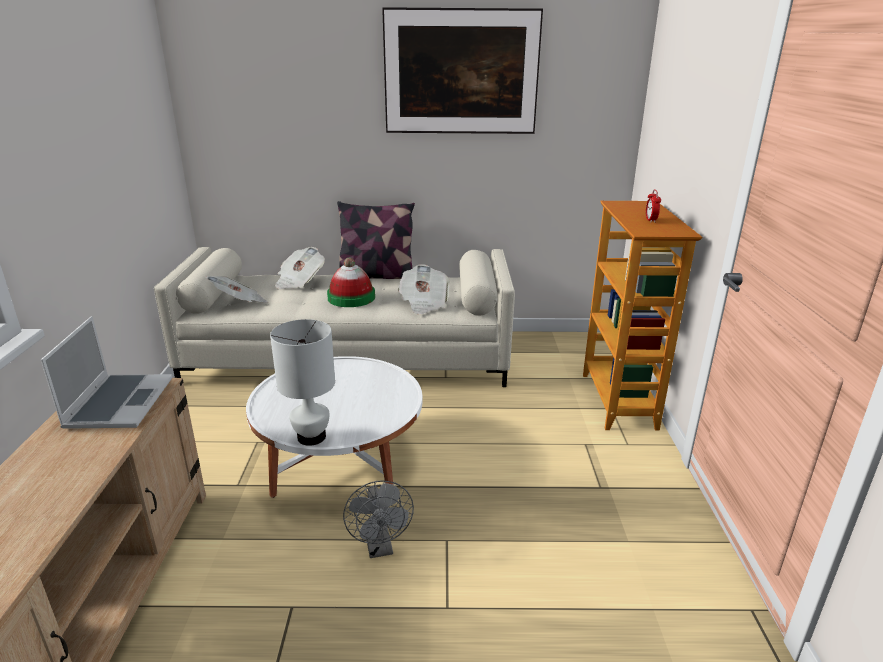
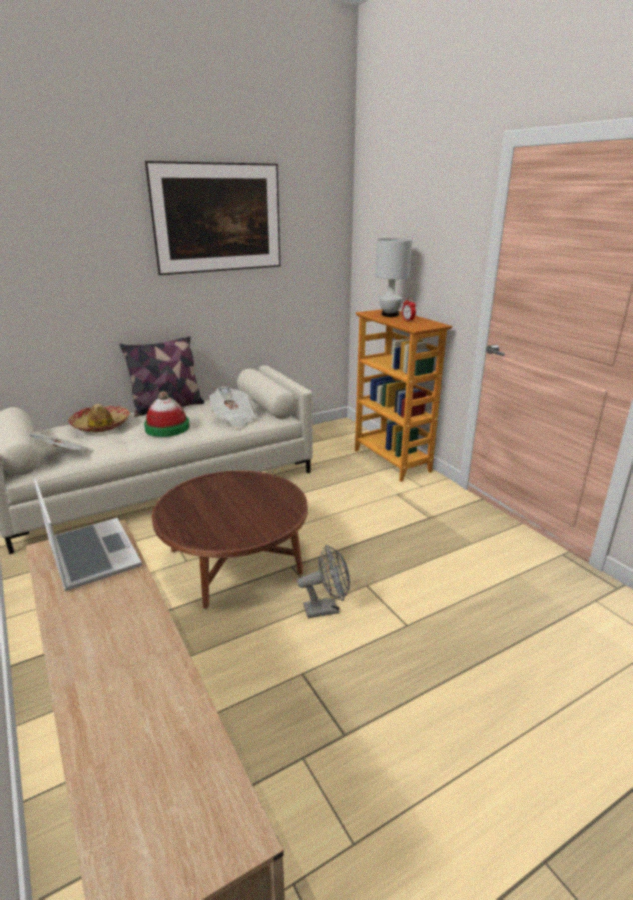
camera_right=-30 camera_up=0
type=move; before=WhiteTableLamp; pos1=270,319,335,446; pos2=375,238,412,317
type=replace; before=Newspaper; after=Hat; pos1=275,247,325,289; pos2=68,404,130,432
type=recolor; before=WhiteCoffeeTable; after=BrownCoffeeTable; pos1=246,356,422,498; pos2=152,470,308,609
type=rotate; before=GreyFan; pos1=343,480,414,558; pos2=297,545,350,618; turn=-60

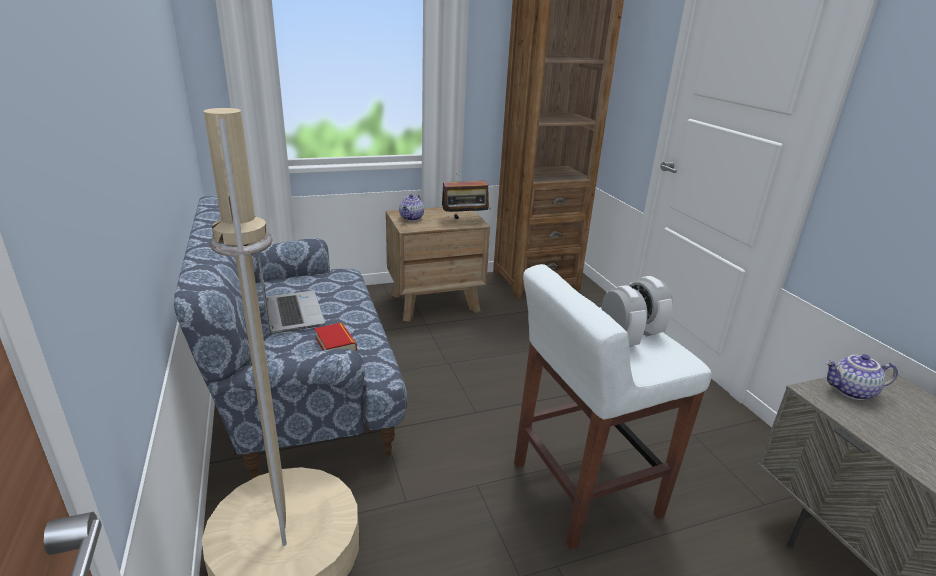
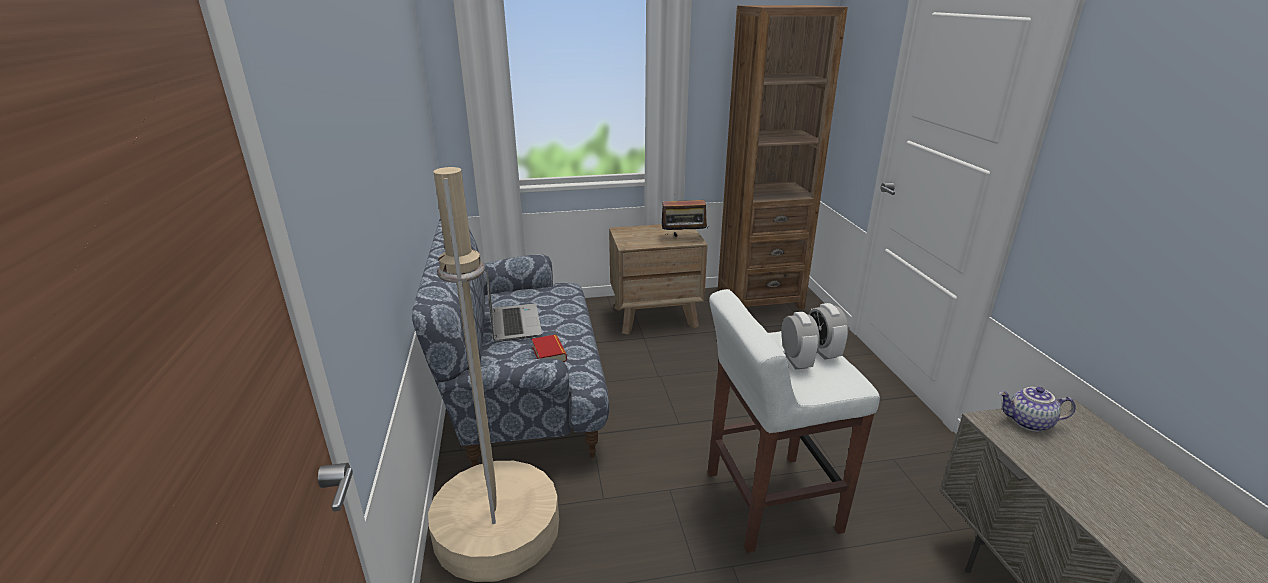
camera_right=10 camera_up=0
type=delete; before=Teapot; pos1=399,194,424,221

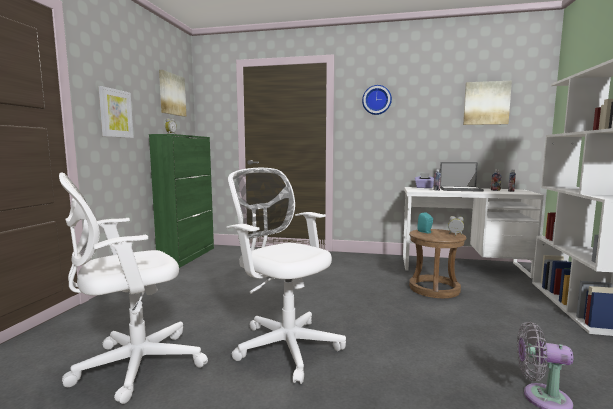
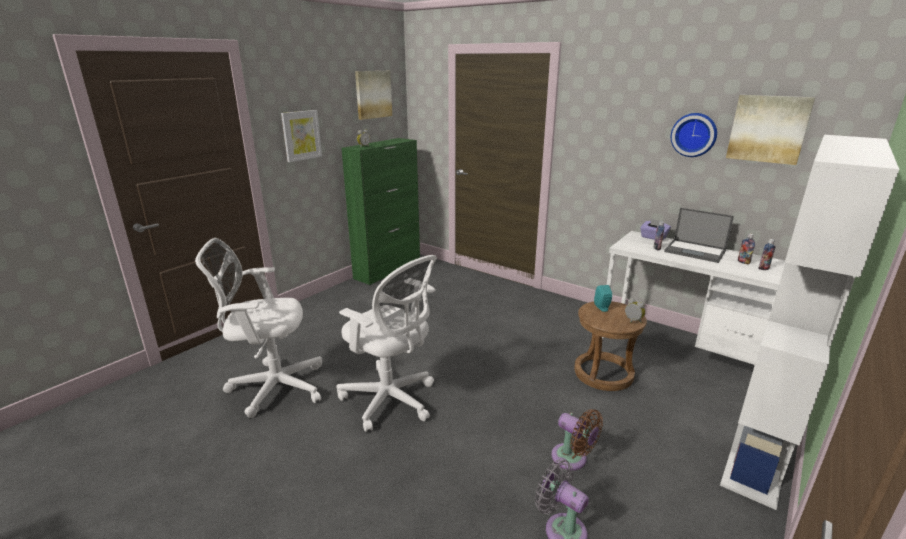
camera_right=25 camera_up=15
type=insert; after=BrownFan; pos2=551,409,603,470
type=move; before=WallClock; pos1=362,85,392,115; pos2=671,113,717,157
type=rotate; before=WhiteOfficeChair; pos1=226,168,346,384; pos2=337,255,437,432; turn=150

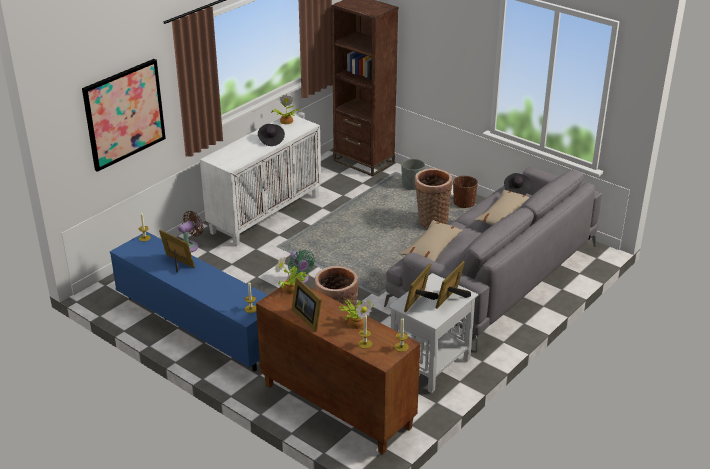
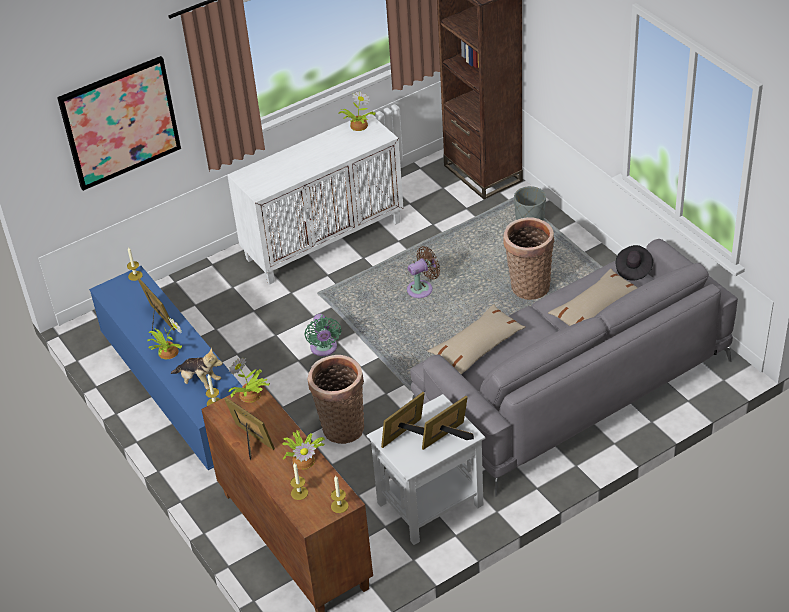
camera_right=20 camera_up=10
type=delete; before=BlackHat; pos1=258,124,285,146
type=delete; before=BrownPlanter; pos1=453,176,478,208
type=insert; after=PottedPlant; pos2=148,318,182,359
type=insert; after=PlushToy; pos2=171,347,223,390
type=move; before=BrownFan; pos1=178,211,204,252; pos2=407,246,440,298
type=rotate; before=PictureFrame; pos1=292,277,322,332; pos2=224,397,275,460; turn=150

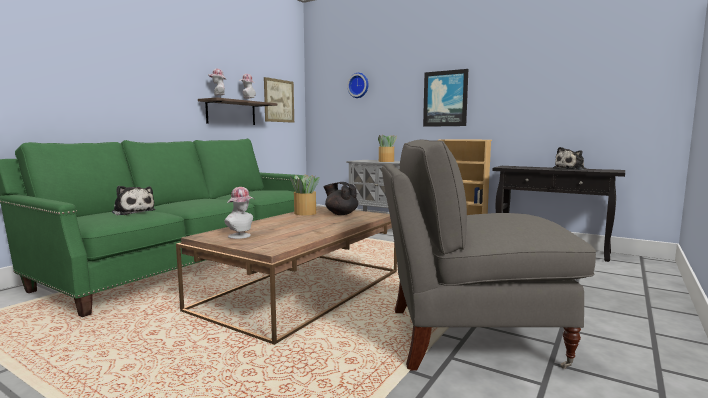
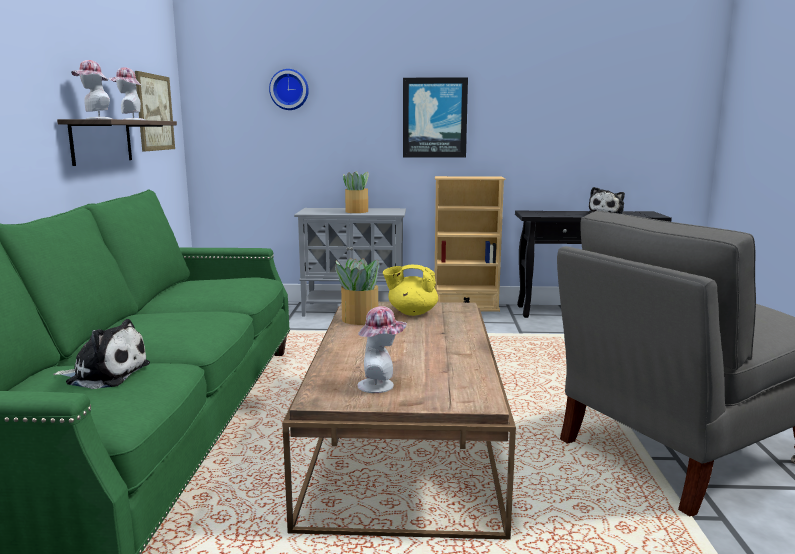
camera_right=-30 camera_up=5
type=recolor; before=BlackTeapot; after=YellowTeapot; pos1=324,182,358,215; pos2=383,265,438,316

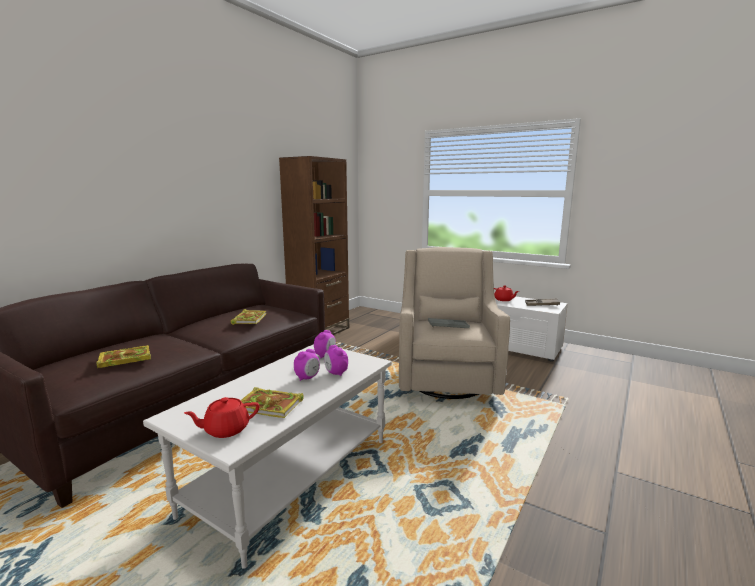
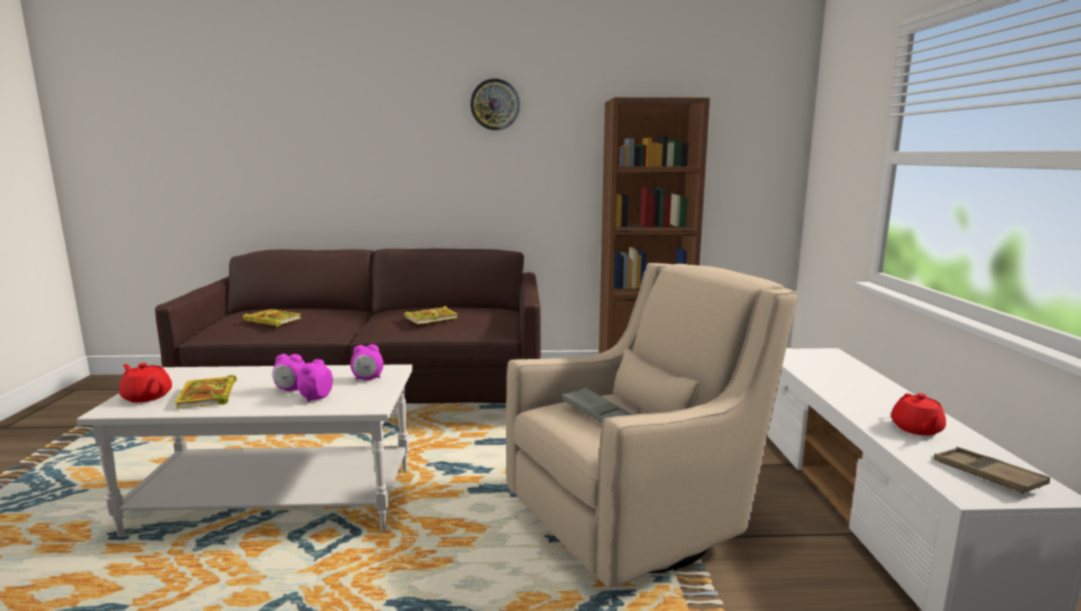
camera_right=55 camera_up=0
type=insert; after=WallClock; pos2=470,79,520,130

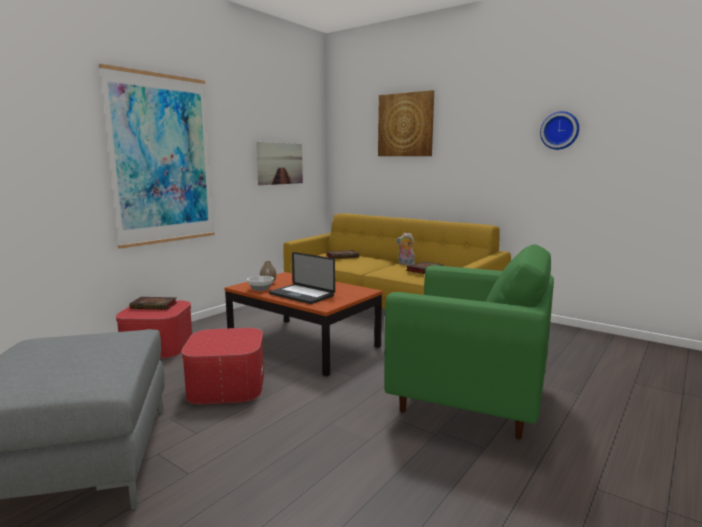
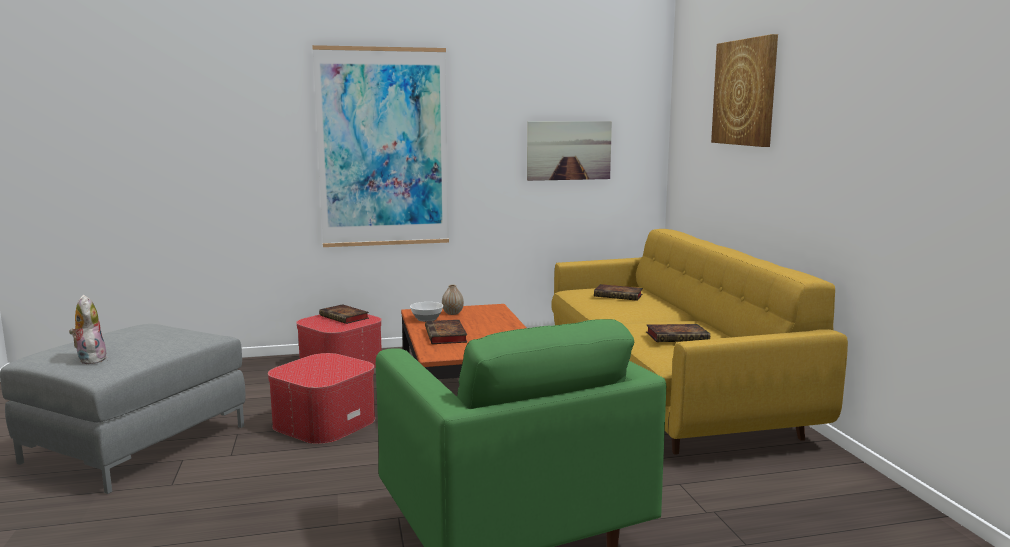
camera_right=40 camera_up=0
type=delete; before=WallClock; pos1=540,111,579,150
type=move; before=PlushToy; pos1=396,233,415,265; pos2=69,295,108,364
type=replace; before=Laptop; after=Book; pos1=269,252,335,304; pos2=425,320,467,344

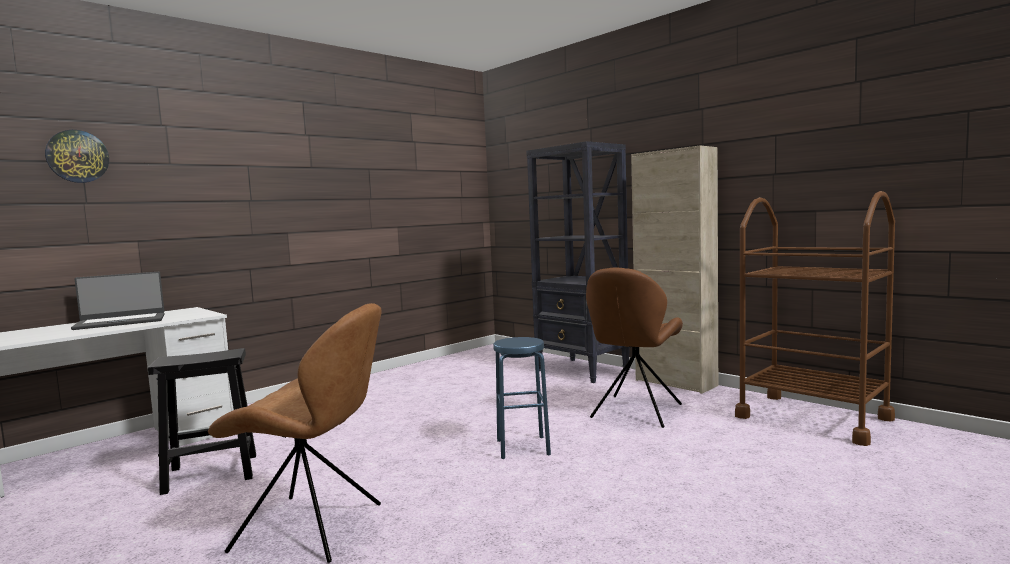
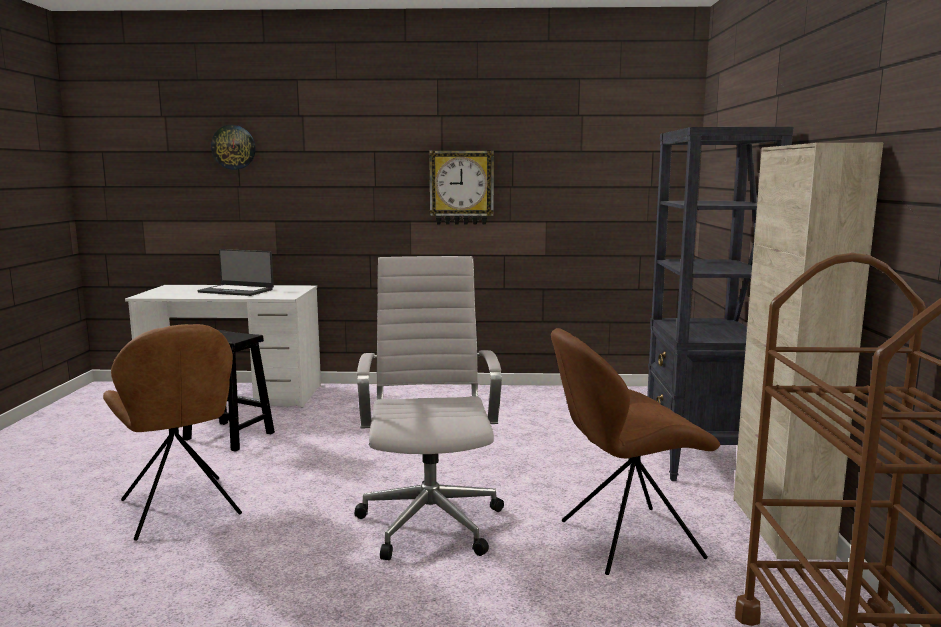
camera_right=45 camera_up=5
type=insert; after=WallClock; pos2=429,151,494,225
type=replace; before=BlueStool; after=WhiteOfficeChair; pos1=493,337,551,459; pos2=355,256,504,560

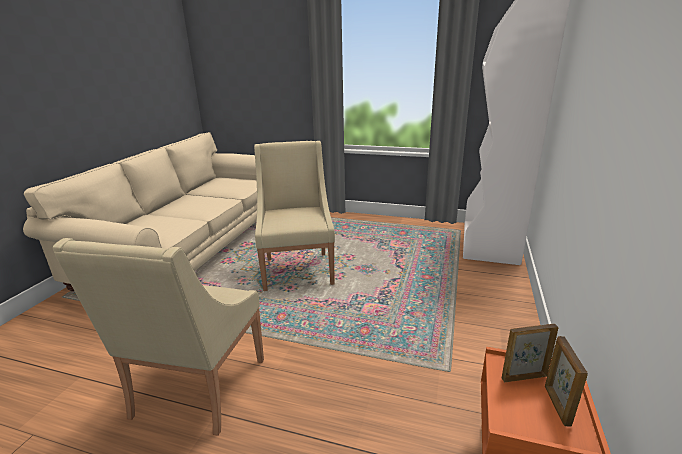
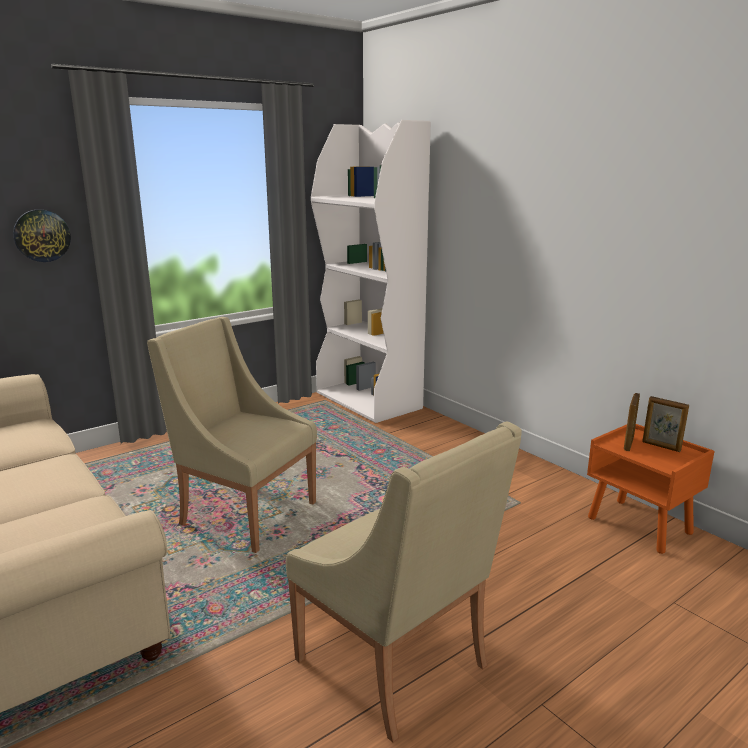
camera_right=-55 camera_up=-5
type=insert; after=WallClock; pos2=13,209,71,262

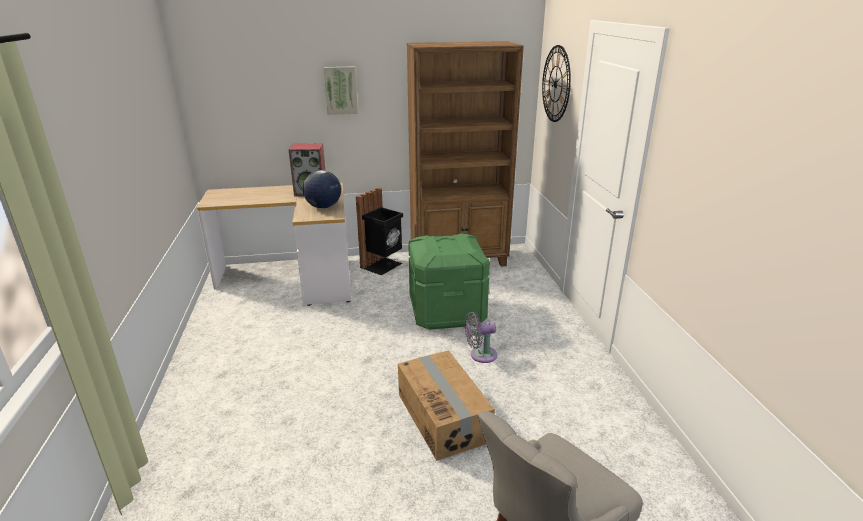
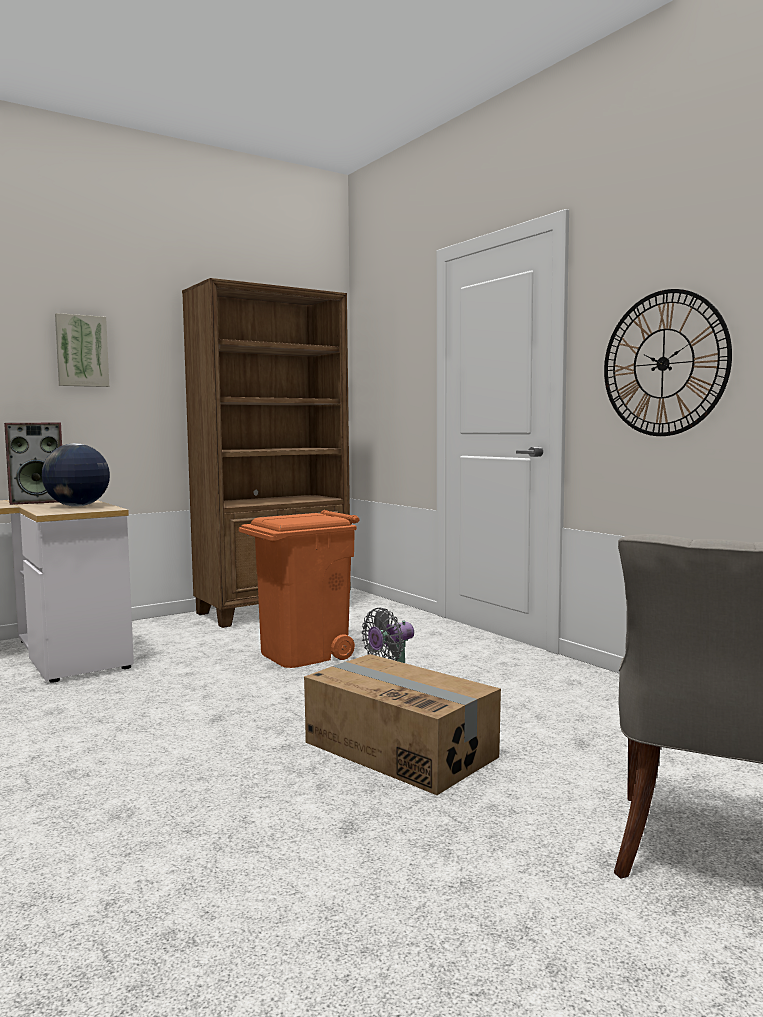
camera_right=-25 camera_up=-20
type=delete; before=BlackTrashCan; pos1=356,188,403,275
type=move; before=WallClock; pos1=542,45,571,122; pos2=604,289,732,436
type=replace; before=GreenStorageBox; after=OrangeTrashCan; pos1=408,233,490,330; pos2=239,510,359,668

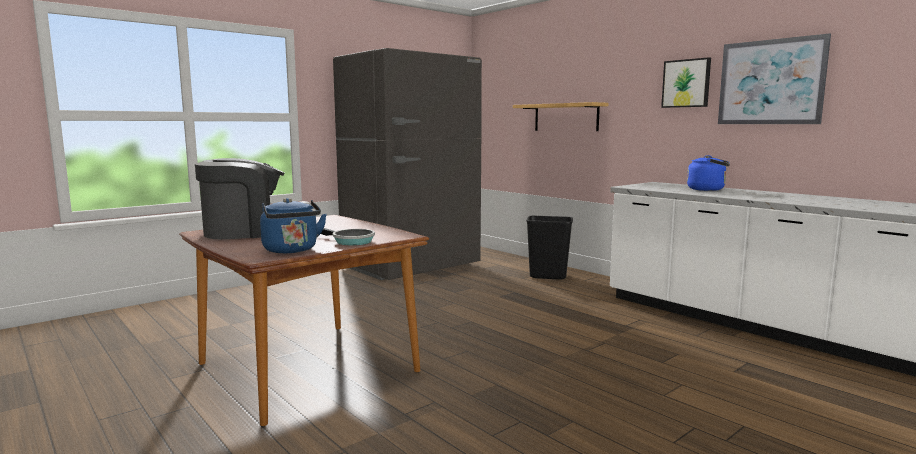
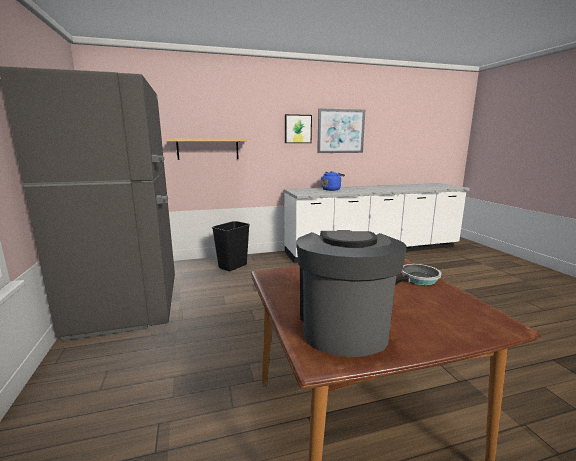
camera_right=-65 camera_up=5
type=delete; before=BlueKettle; pos1=260,198,327,253

